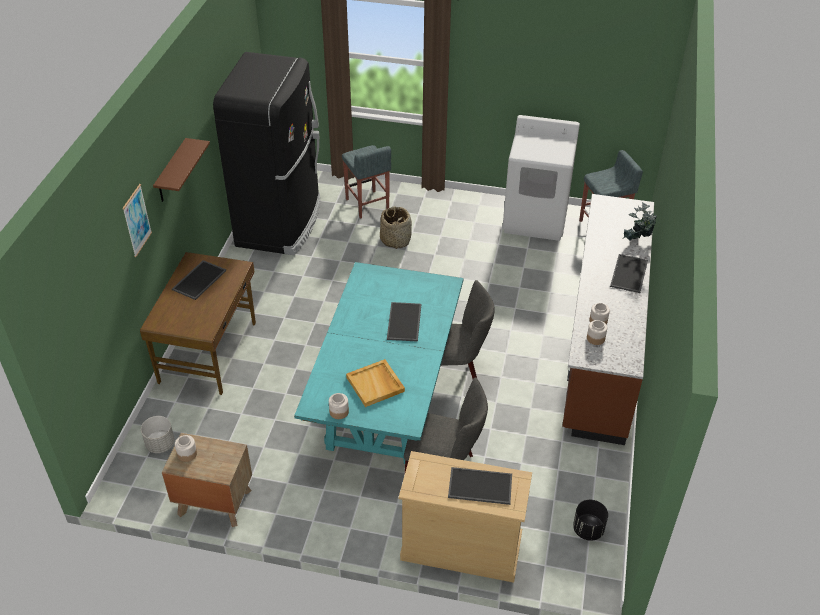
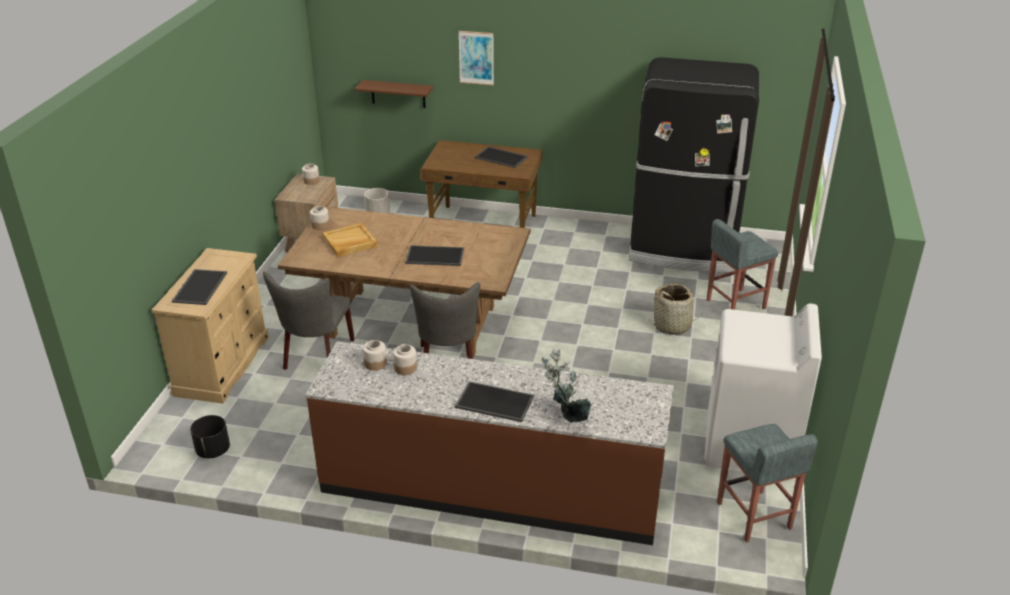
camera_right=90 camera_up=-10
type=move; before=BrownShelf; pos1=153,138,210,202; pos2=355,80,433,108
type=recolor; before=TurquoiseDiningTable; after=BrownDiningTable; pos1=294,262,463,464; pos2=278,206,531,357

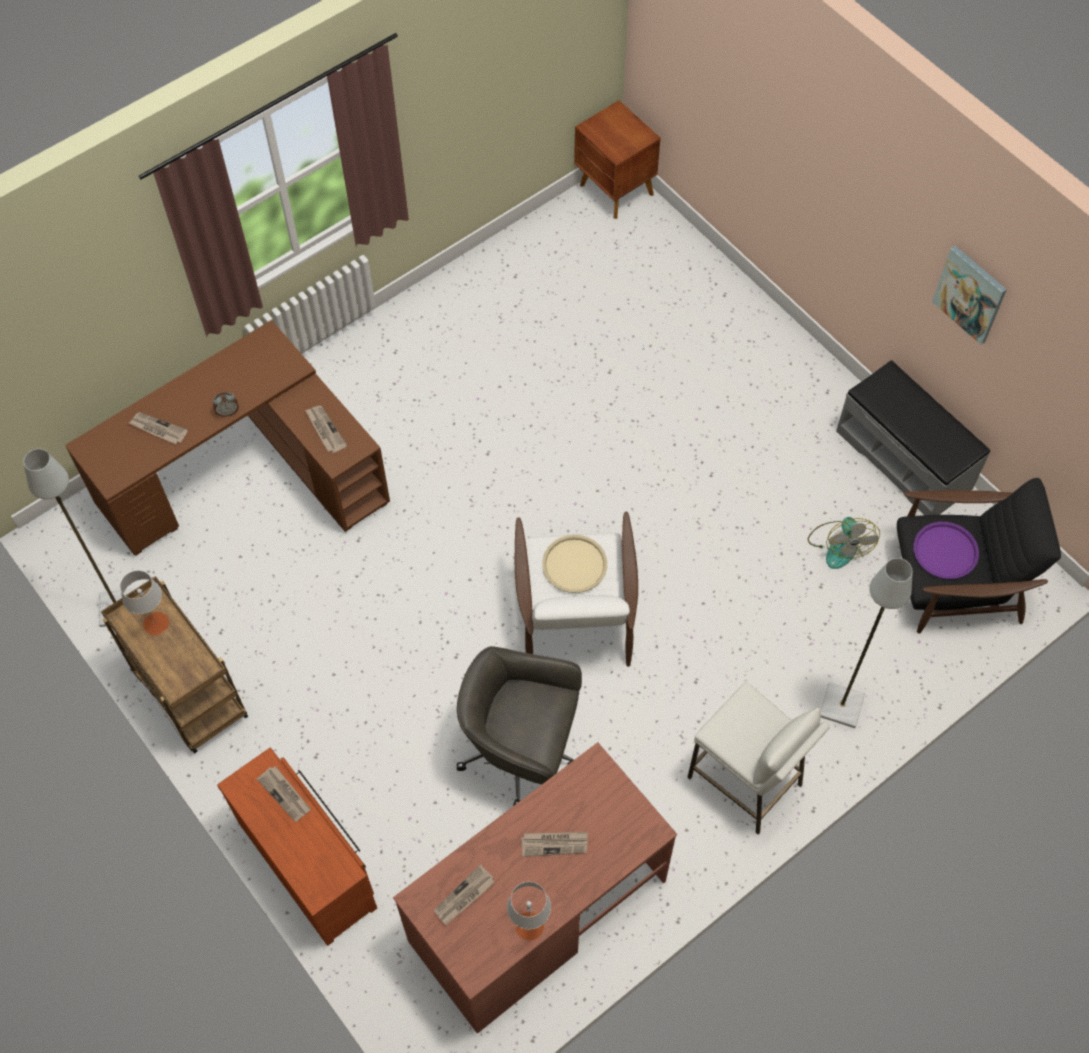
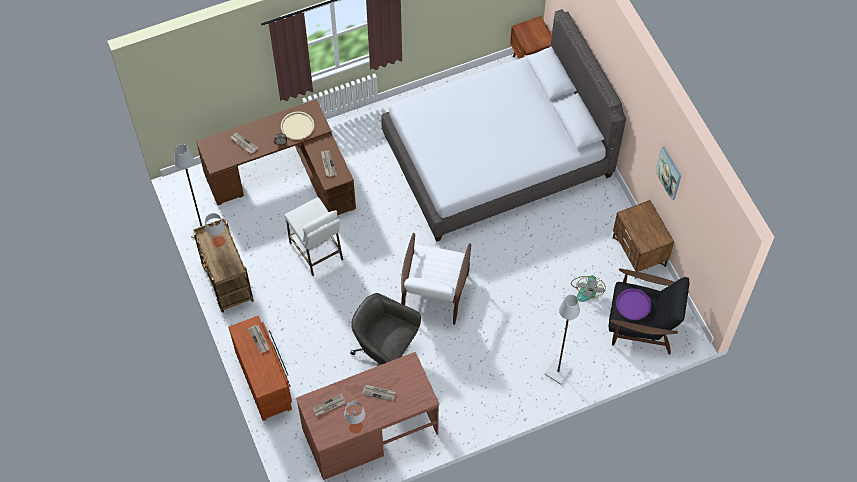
camera_right=15 camera_up=0
type=insert; after=GreyBed; pos2=381,9,626,242
type=move; before=BeigeTray; pos1=542,535,607,593; pos2=281,111,314,140
type=move; before=WhiteStool; pos1=687,682,830,834; pos2=285,197,343,276
type=replace; before=GreyBench; after=BrownNightstand; pos1=836,360,990,515; pos2=613,200,674,279

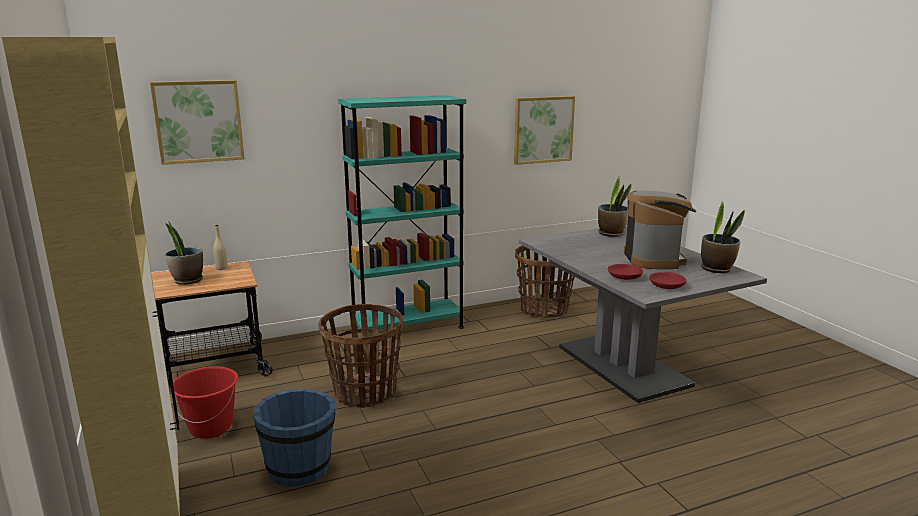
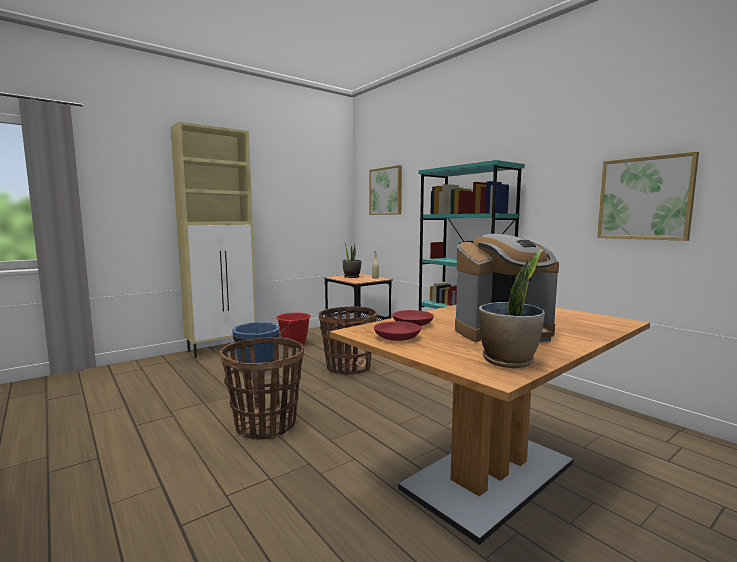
camera_right=75 camera_up=-10
type=delete; before=PottedPlant; pos1=598,176,632,237
type=move; before=Basket; pos1=515,246,575,318; pos2=220,337,304,439
type=recolor; before=GreyDiningTable; after=BrownDiningTable; pos1=519,227,767,403; pos2=330,305,650,545

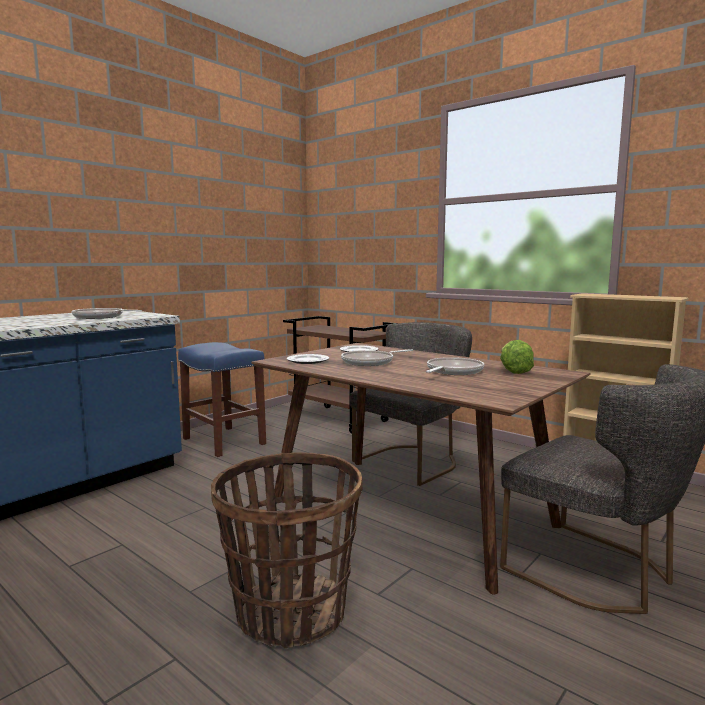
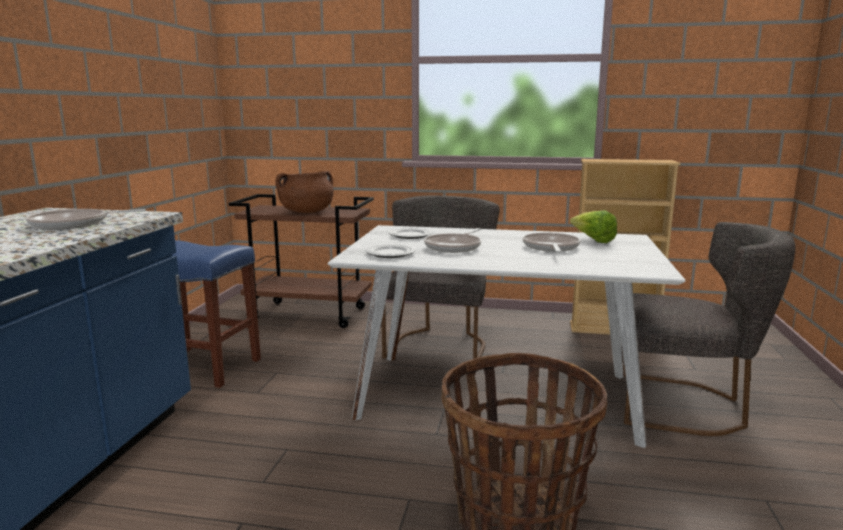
camera_right=-30 camera_up=5
type=insert; after=BrownCookingPot; pos2=276,171,334,213
type=recolor; before=BrownDiningTable; after=WhiteDiningTable; pos1=251,343,590,594; pos2=328,225,685,448

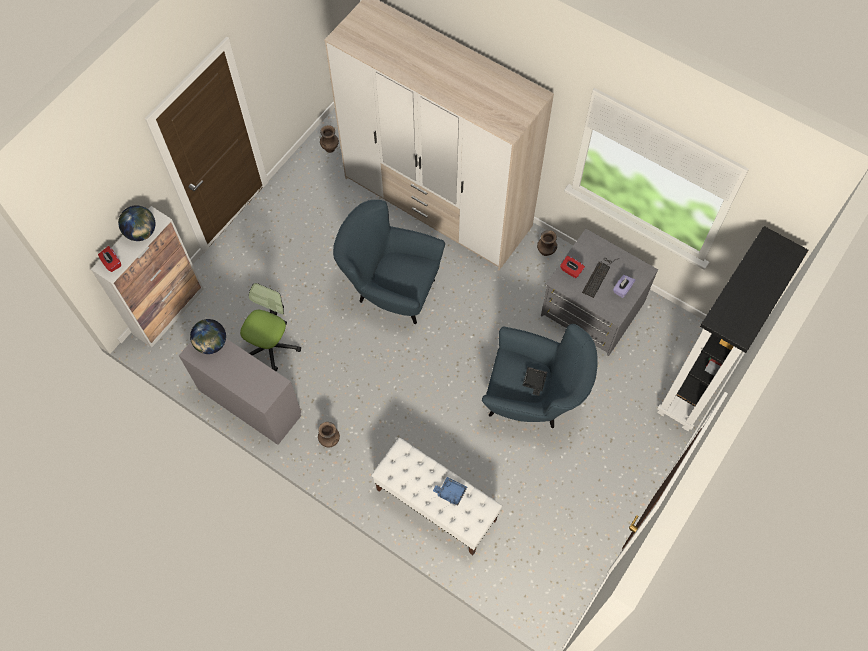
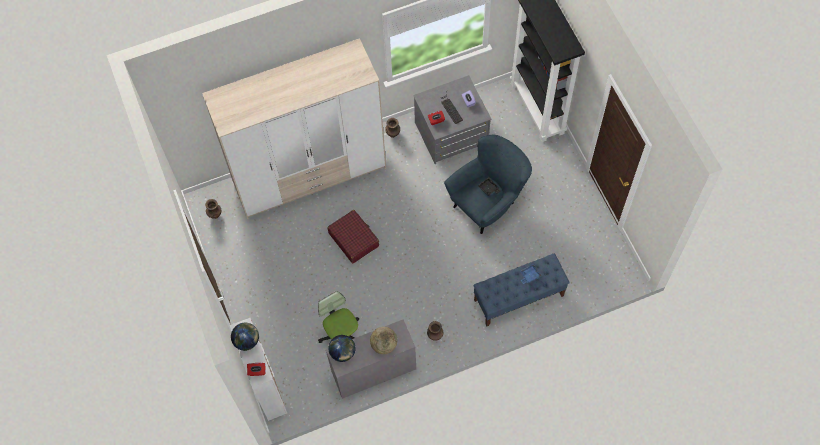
camera_right=-55 camera_up=0
type=insert; after=Globe; pos2=370,327,397,354
type=replace; before=BlueArmchair; after=RedSuitcase; pos1=333,200,445,324; pos2=327,210,379,264
type=recolor; before=WhiteBench; after=BlueBench; pos1=371,438,502,555; pos2=473,253,569,326

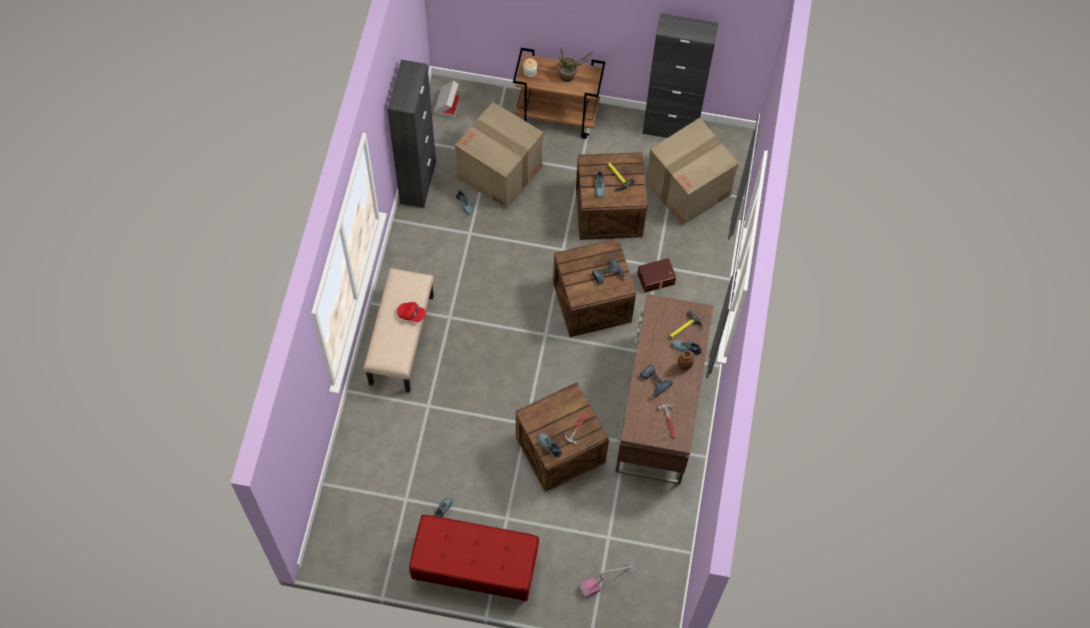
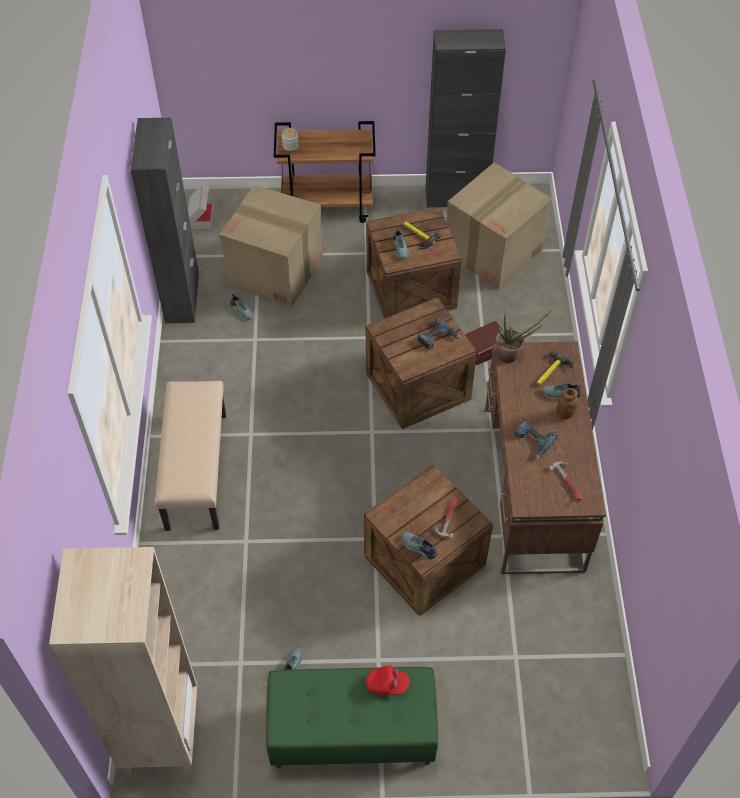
camera_right=-10 camera_up=-10
type=delete; before=VacuumCleaner; pos1=578,560,637,599
type=insert; after=BeigeBookcase; pos2=49,547,197,774
type=move; before=RedCap; pos1=397,302,426,322; pos2=366,665,409,695
type=move; before=PottedPlant; pos1=557,48,594,82; pos2=496,309,552,363
type=recolor; before=RedBench; after=GreenBench; pos1=409,515,539,602; pos2=266,667,438,768

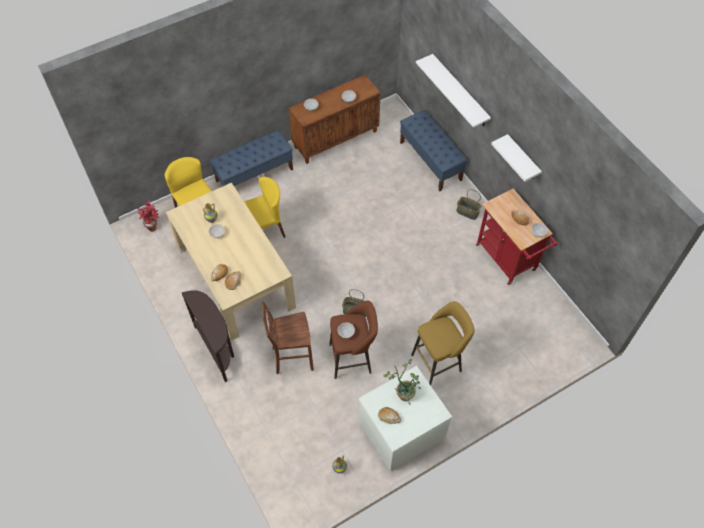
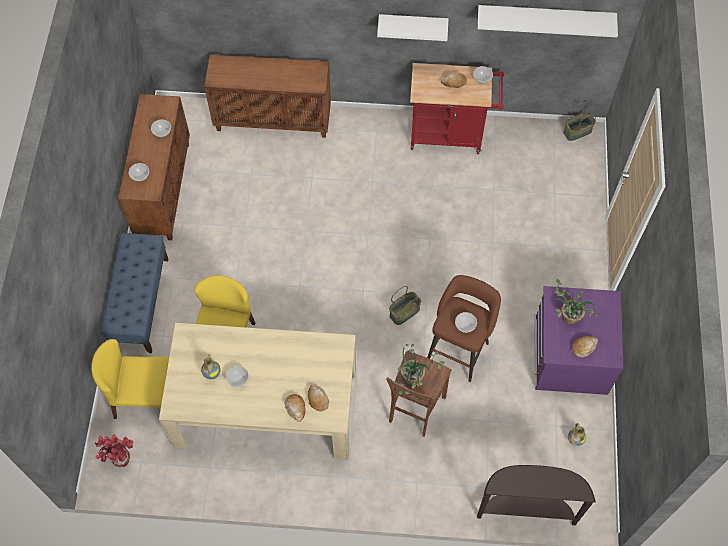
camera_right=-55 camera_up=5
type=delete; before=YellowStool; pos1=411,301,474,385
type=insert; after=PottedPlant; pos2=395,344,445,394
type=move; before=BrownConsoleTable; pos1=182,290,234,382; pos2=477,465,596,525
type=move; before=WhiteShelf; pos1=416,54,491,128; pos2=478,5,618,37
type=move; before=Basket; pos1=456,189,481,220; pos2=563,102,596,141
type=replace; before=BlueBench; after=BrownCabinet; pos1=400,110,468,191; pos2=204,54,331,138
type=recolor; before=WhiteDresser; after=PurpleDresser; pos1=358,366,452,471; pos2=534,286,623,395

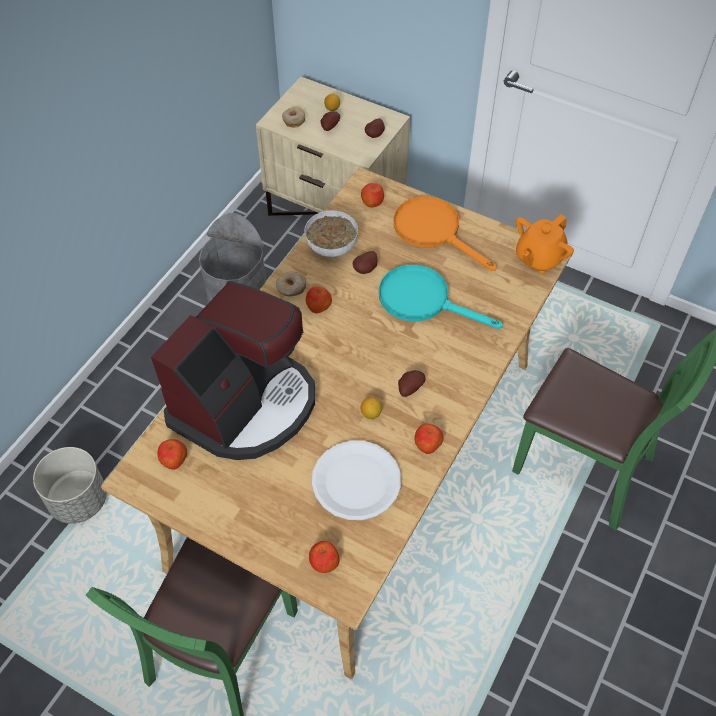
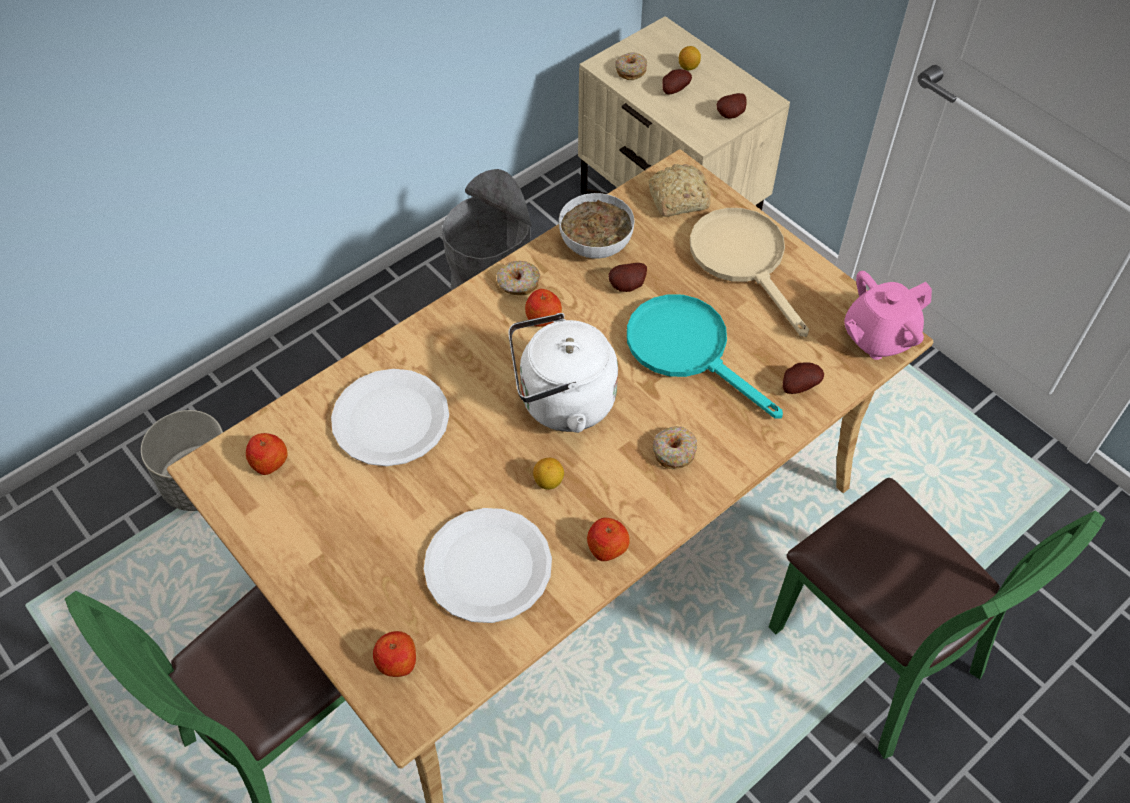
camera_right=20 camera_up=0
type=insert; after=WhiteKettle; pos2=508,313,618,433
type=insert; after=Donut; pos2=653,426,697,470
type=move; before=Potato; pos1=398,370,426,397; pos2=783,362,824,394
type=replace; before=CoffeeMachine; after=WhitePlate; pos1=151,281,315,460; pos2=331,369,449,466
type=replace; before=Apple; after=Bread; pos1=361,183,384,207; pos2=649,164,710,217
type=recolor; before=OrangeFryingPan; after=BeigeFryingPan; pos1=394,197,496,271; pos2=690,208,809,337
type=recolor; before=OrangeTeapot; after=PinkTeapot; pos1=516,214,574,273; pos2=844,271,932,360

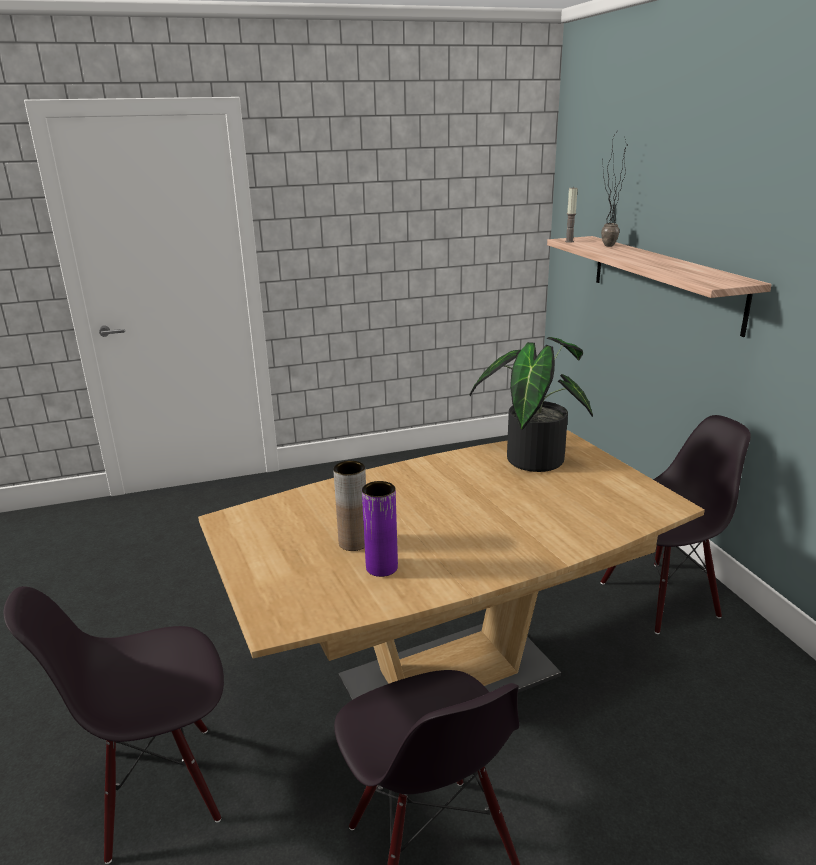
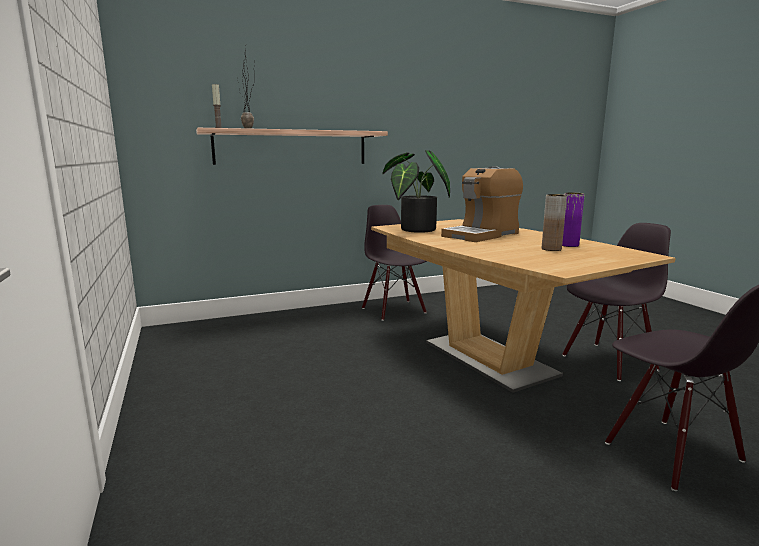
camera_right=-95 camera_up=-10
type=insert; after=CoffeeMachine; pos2=441,166,523,242

